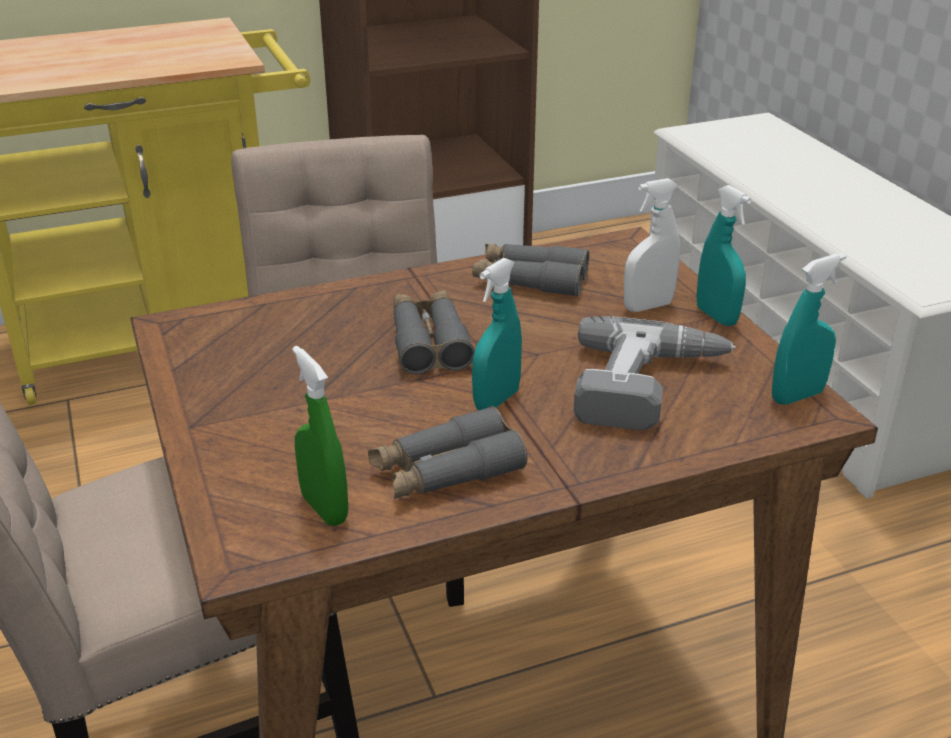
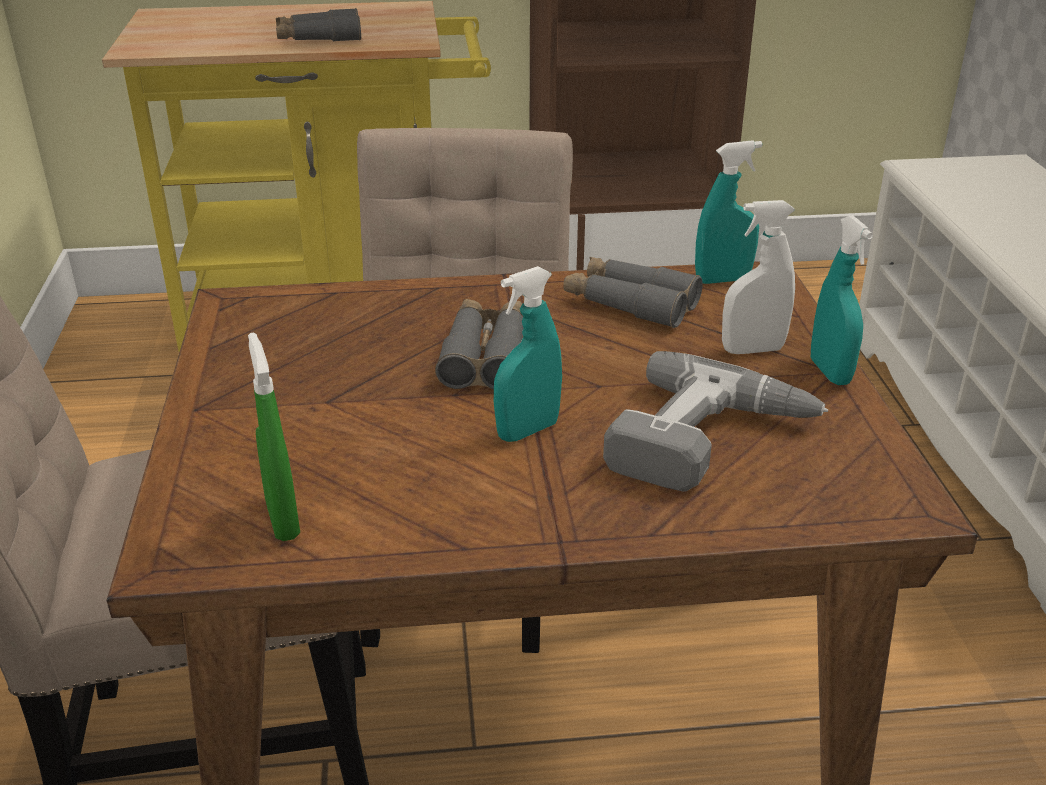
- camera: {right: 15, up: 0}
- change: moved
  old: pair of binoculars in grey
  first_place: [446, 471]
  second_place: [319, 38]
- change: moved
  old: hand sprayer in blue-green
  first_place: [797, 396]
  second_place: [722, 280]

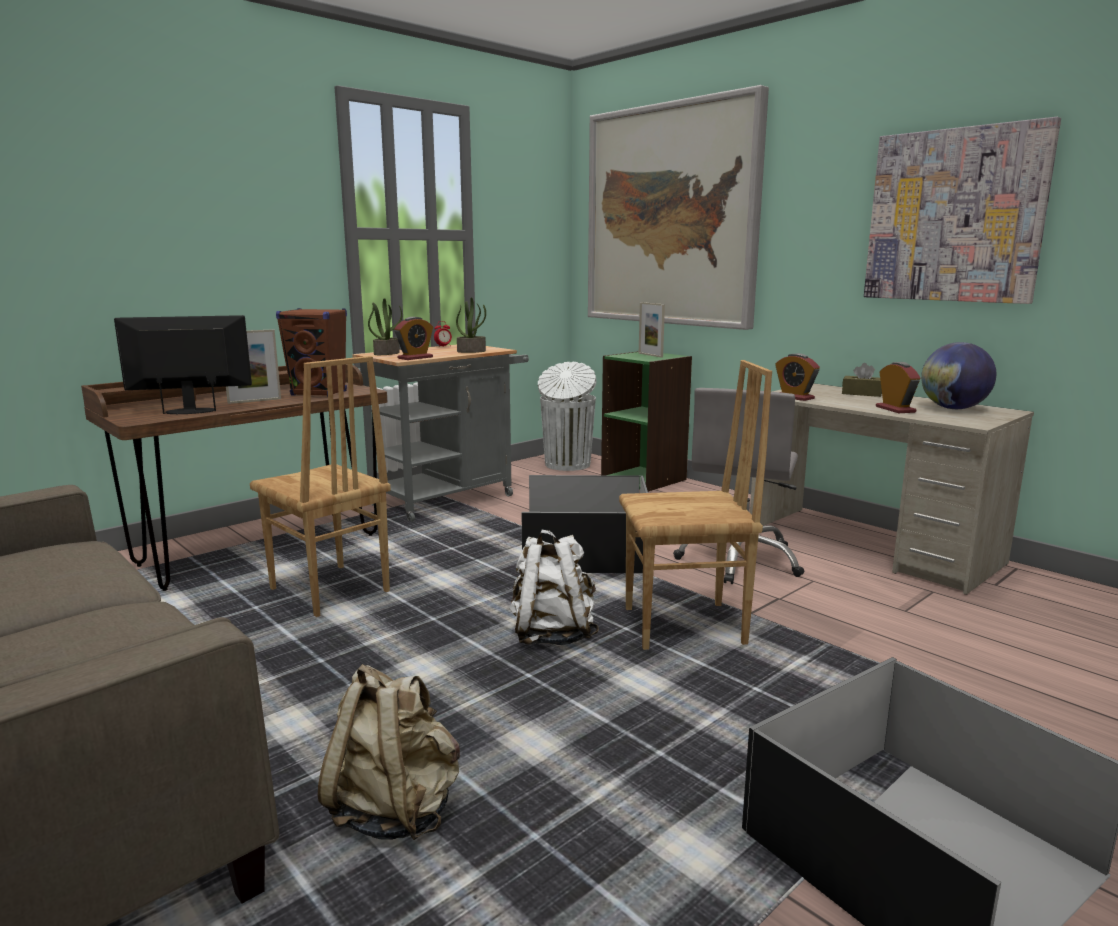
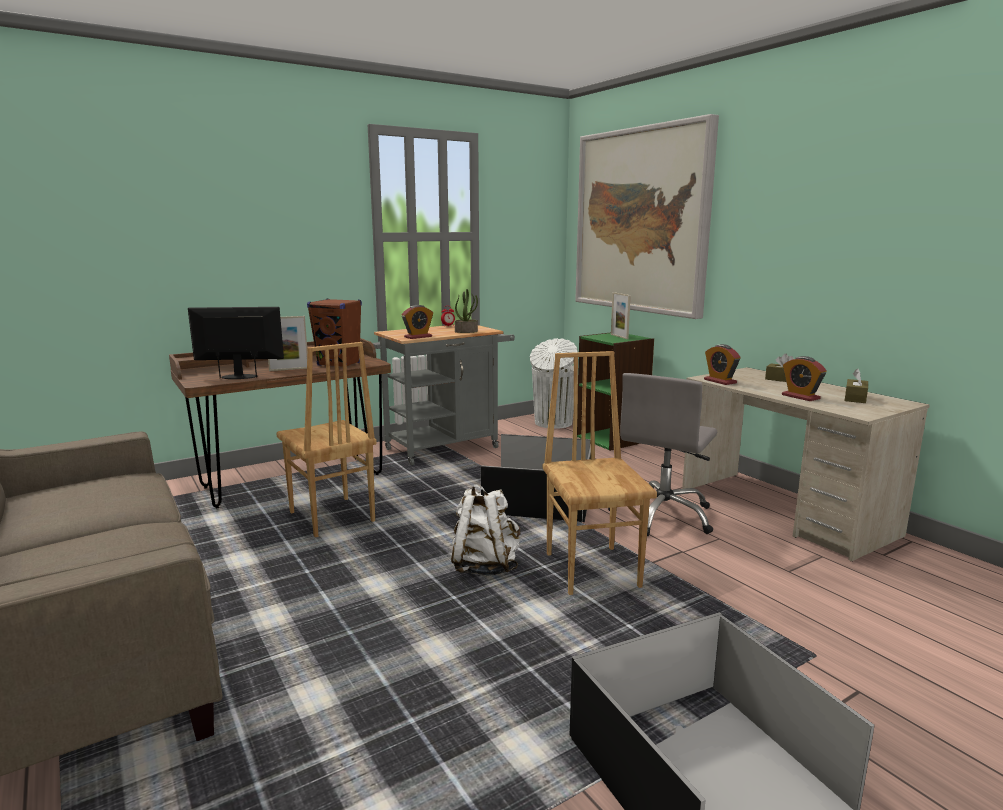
- camera: {right: 10, up: 0}
- change: removed
  old: knapsack in sand-coloured
  first_place: [395, 810]
- change: removed
  old: plant in a pot
  first_place: [386, 353]
- change: turned
  old: upright chair in brownish
  first_place: [685, 627]
  second_place: [593, 570]
  degrees: -105
- change: removed
  old: wall picture
  first_place: [954, 216]
- change: turned
  old: table clock
  first_place: [895, 409]
  second_place: [800, 397]
  degrees: 150
- change: replaced
  old: desk globe
  new: tissue box in brownish
  first_place: [953, 408]
  second_place: [855, 398]

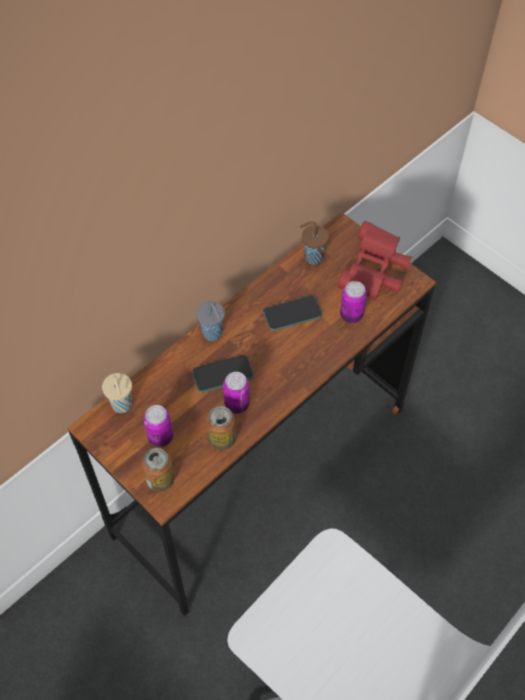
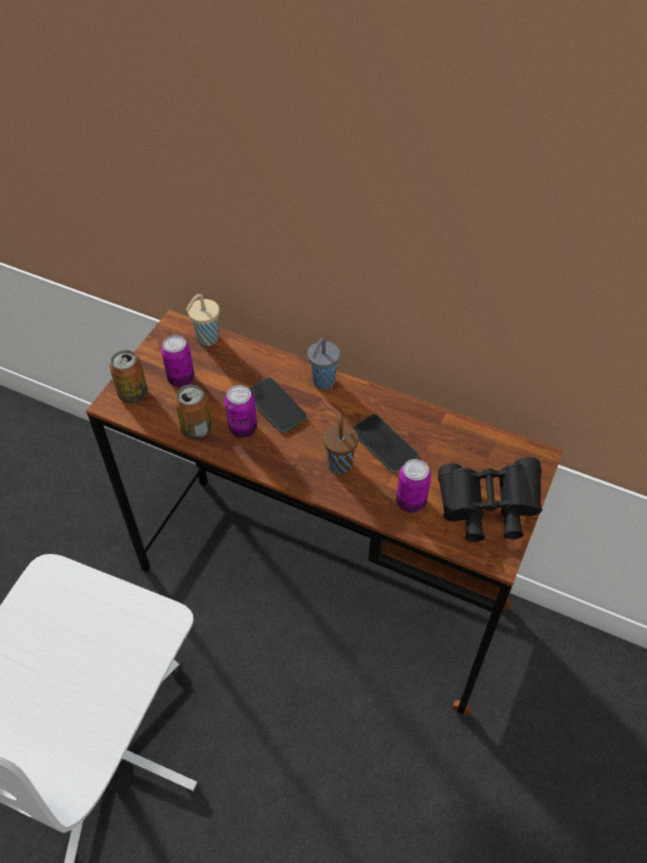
- camera: {right: 70, up: -5}
- change: moved
  old: small cup in brownish
  first_place: [312, 257]
  second_place: [339, 463]
- change: recoloured
  old: pair of binoculars in red-coloured
  new: pair of binoculars in black-coloured
  first_place: [374, 273]
  second_place: [487, 509]

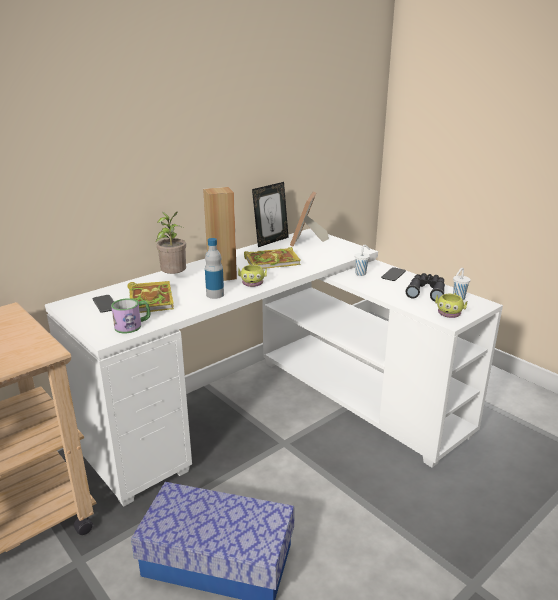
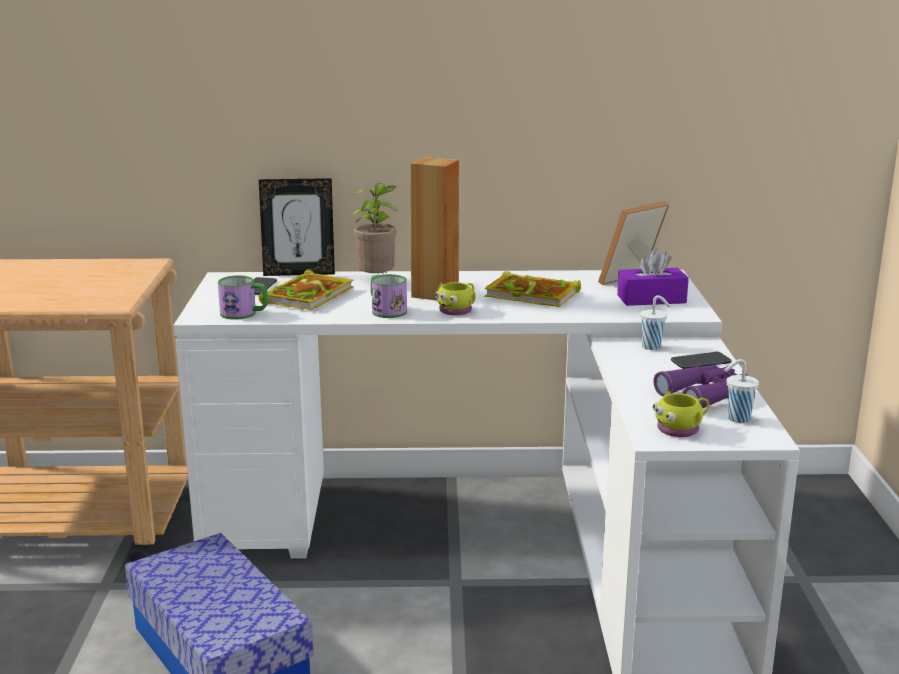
- camera: {right: 40, up: -5}
- change: replaced
  old: beverage bottle
  new: tea mug
  first_place: [215, 294]
  second_place: [386, 310]
- change: moved
  old: picture frame
  first_place: [271, 241]
  second_place: [299, 273]
- change: recoloured
  old: pair of binoculars in black-coloured
  new: pair of binoculars in purple
  first_place: [426, 291]
  second_place: [706, 395]
- change: added
  new: tissue box in purple
  second_place: [651, 299]

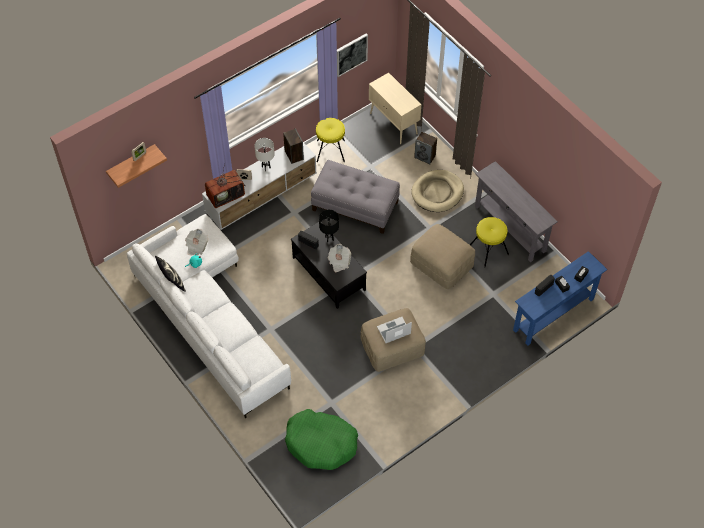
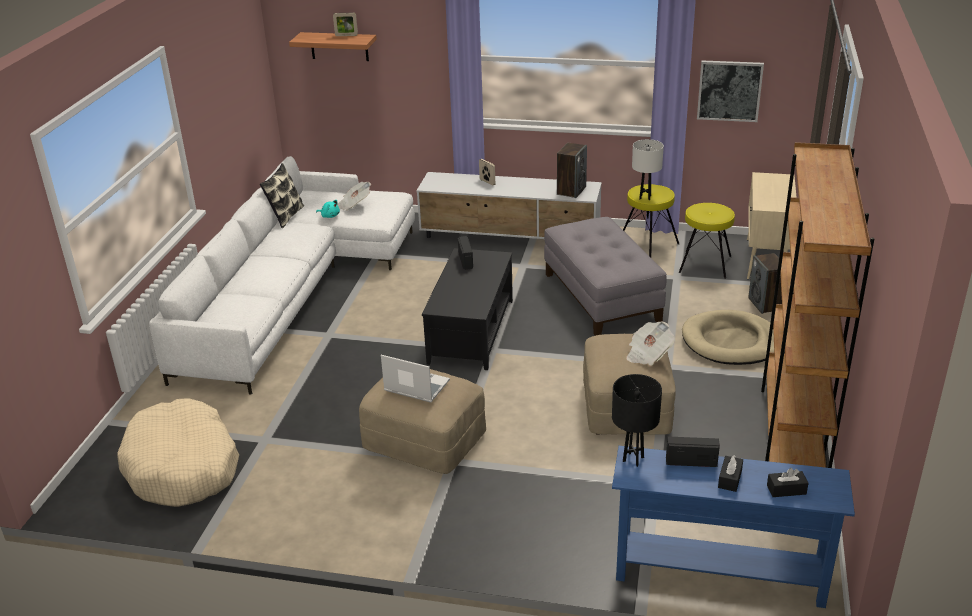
- camera: {right: 50, up: -25}
- change: removed
  old: TV set
  first_place: [226, 195]
- change: moved
  old: lamp for a table in white
  first_place: [266, 167]
  second_place: [645, 197]
- change: recoloured
  old: dog cushion in green-coloured
  new: dog cushion in sand-coloured
  first_place: [321, 443]
  second_place: [183, 467]
- change: moved
  old: lamp for a table in black-coloured
  first_place: [329, 238]
  second_place: [633, 459]
- change: moved
  old: daily paper
  first_place: [339, 262]
  second_place: [648, 354]
- change: moved
  old: stool seat in yellow
  first_place: [488, 250]
  second_place: [705, 264]
- change: replaced
  old: console table in grey
  new: shelving unit in brownish
  first_place: [510, 228]
  second_place: [791, 434]

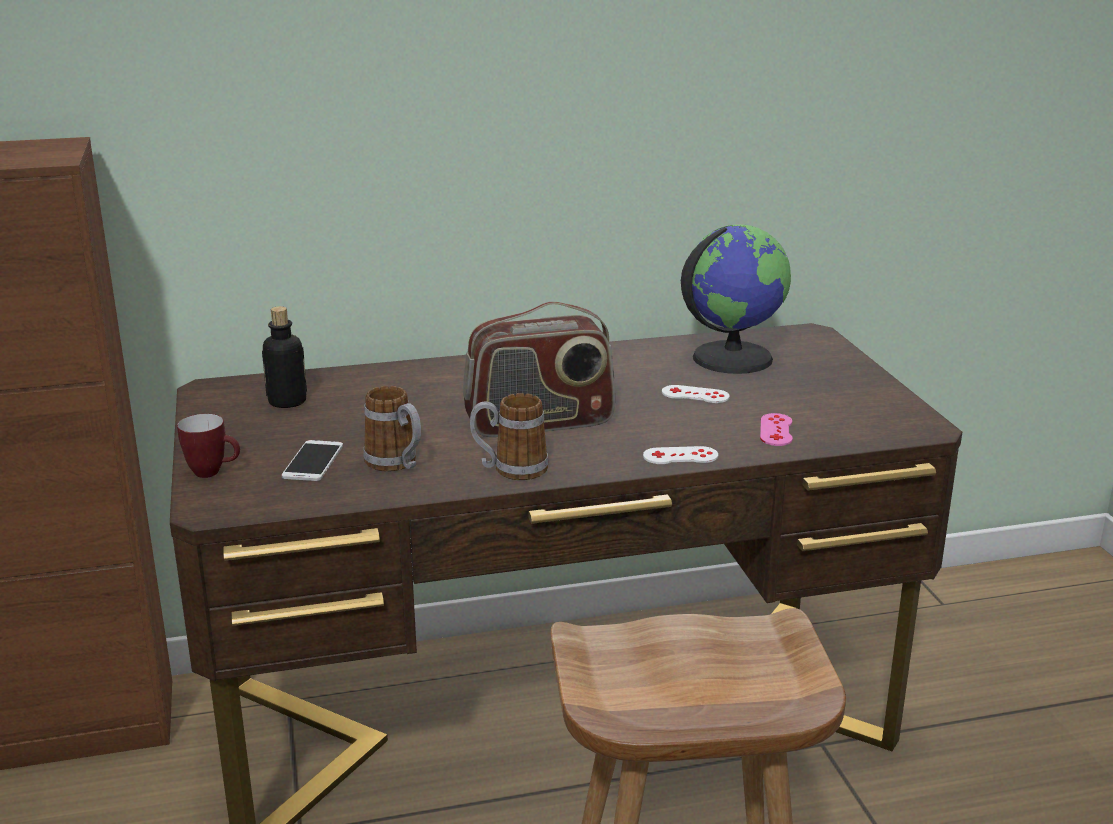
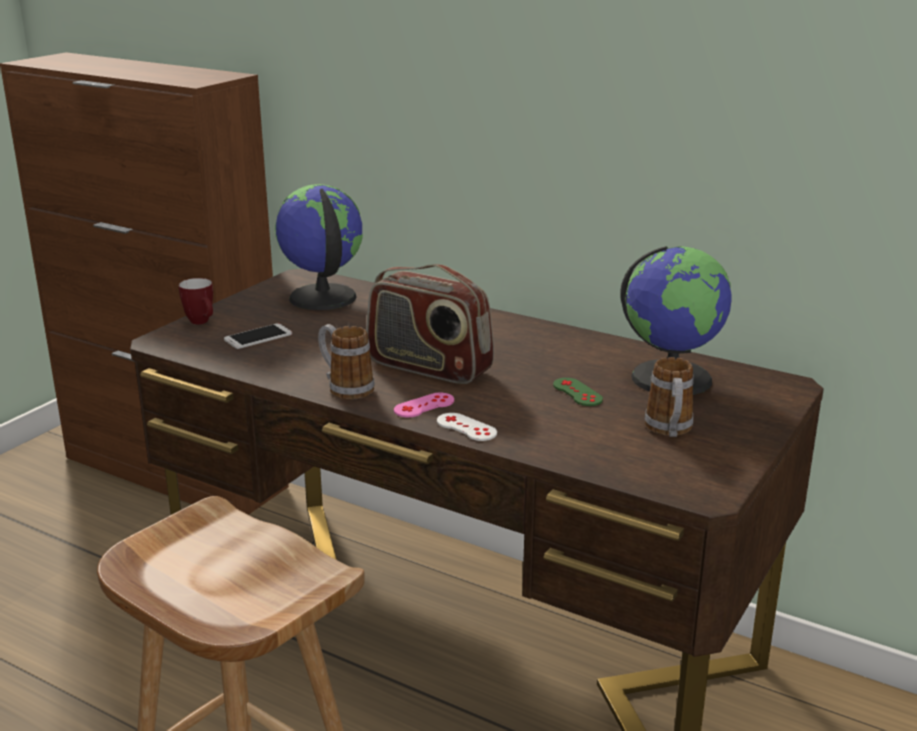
- camera: {right: 45, up: 0}
- change: replaced
  old: beverage bottle
  new: desk globe
  first_place: [287, 401]
  second_place: [321, 298]
- change: moved
  old: tea mug
  first_place: [397, 464]
  second_place: [669, 430]
- change: recoloured
  old: gamepad in white
  new: gamepad in green-coloured
  first_place: [695, 395]
  second_place: [577, 392]
- change: moved
  old: gamepad in pinkish
  first_place: [776, 430]
  second_place: [424, 405]

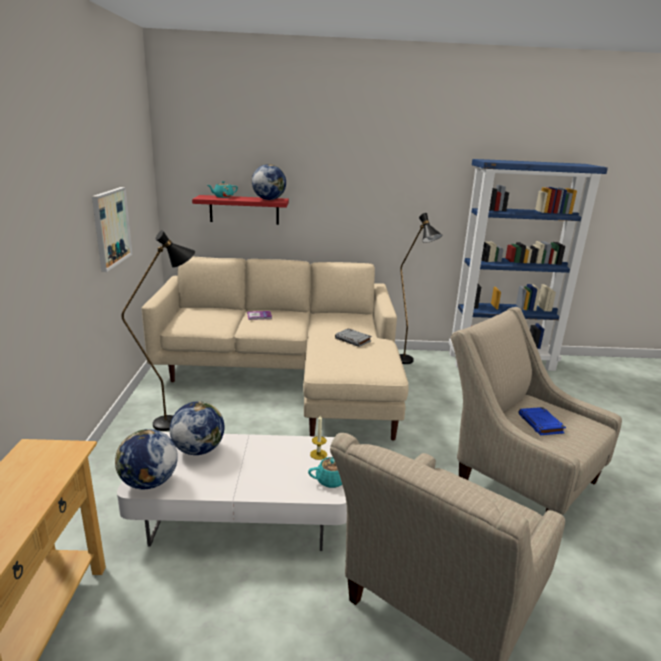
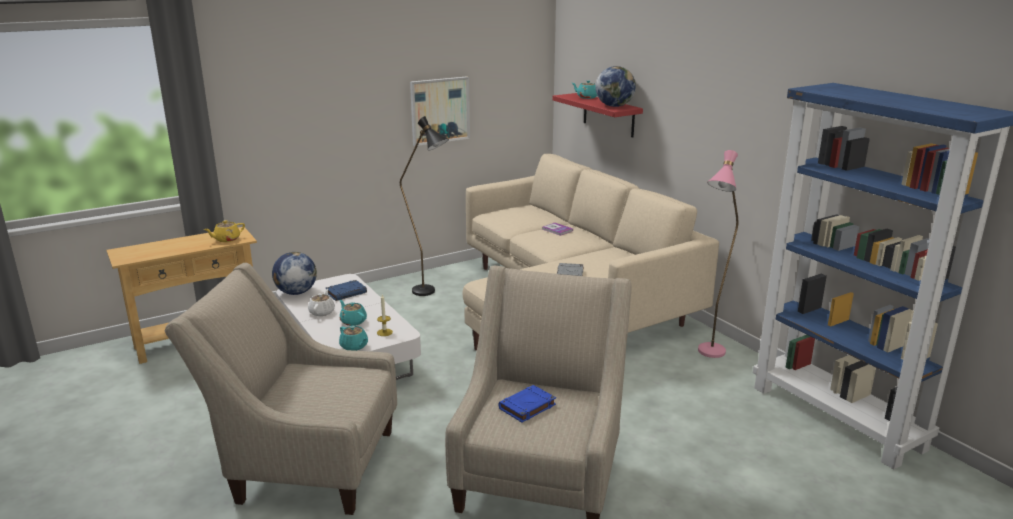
- camera: {right: 60, up: 0}
- change: replaced
  old: desk globe
  new: bound book in blue
  first_place: [198, 450]
  second_place: [346, 293]
- change: recoloured
  old: floor lamp in black-coloured
  new: floor lamp in pinkish
  first_place: [408, 363]
  second_place: [709, 355]
- change: added
  new: pot for tea in yellow
  second_place: [226, 239]
- change: added
  new: pot for tea in white
  second_place: [322, 312]
- change: added
  new: pot for tea in blue-green
  second_place: [353, 321]

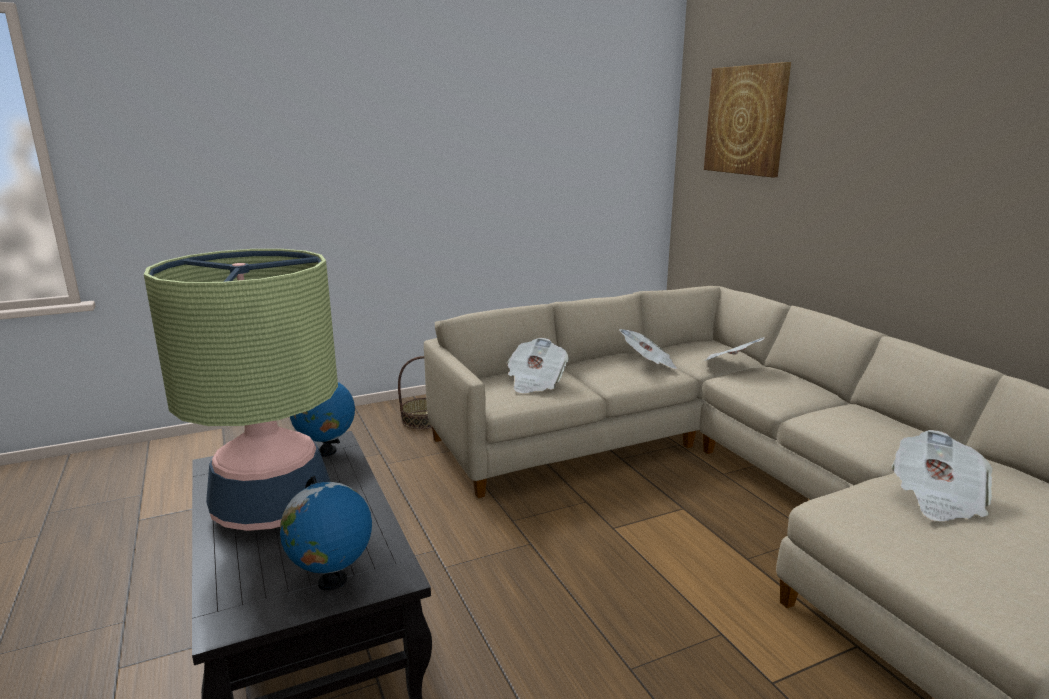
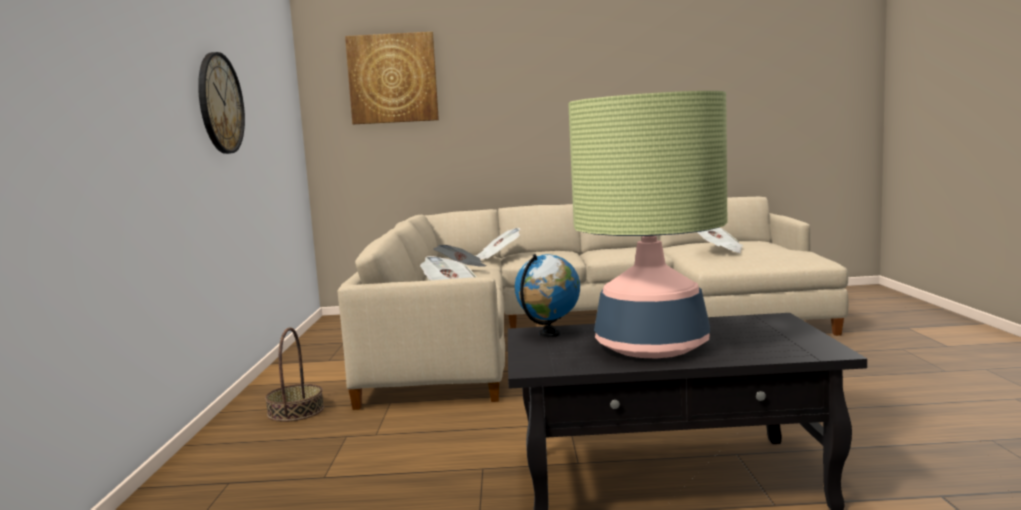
- camera: {right: -65, up: -10}
- change: removed
  old: desk globe
  first_place: [332, 581]
- change: added
  new: wall clock
  second_place: [220, 103]

